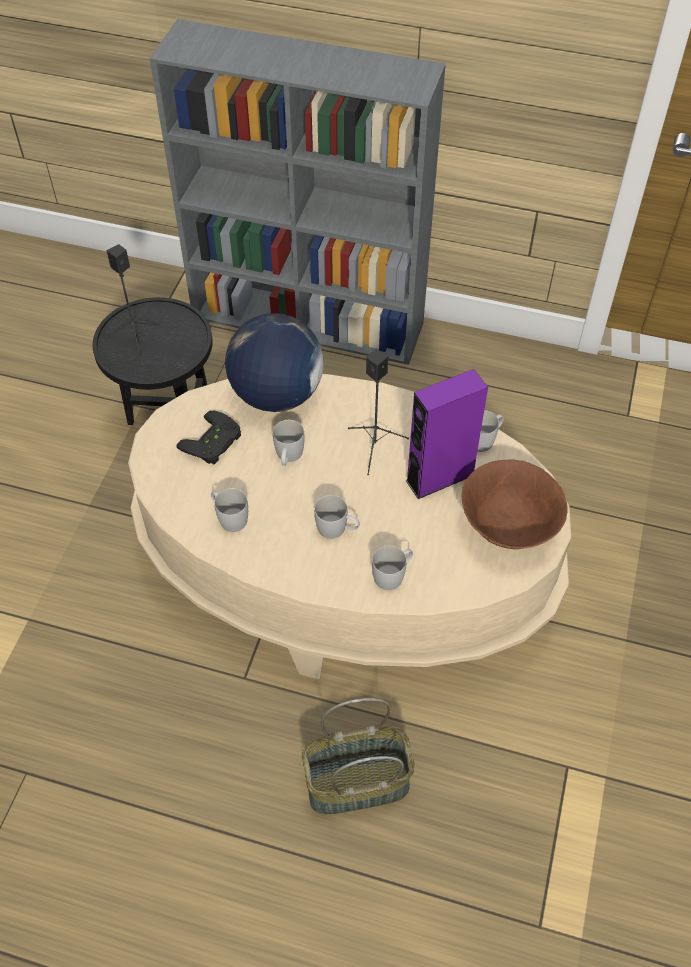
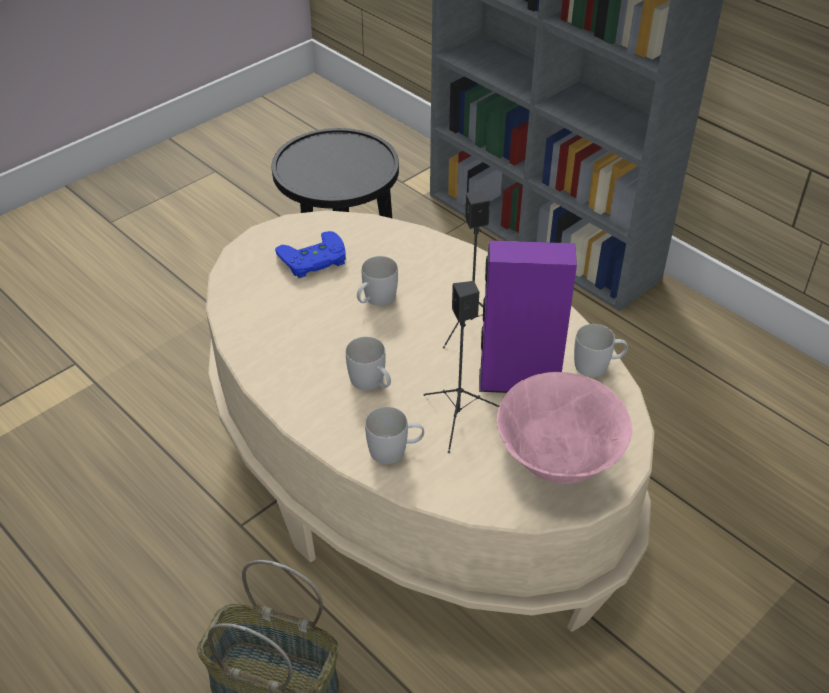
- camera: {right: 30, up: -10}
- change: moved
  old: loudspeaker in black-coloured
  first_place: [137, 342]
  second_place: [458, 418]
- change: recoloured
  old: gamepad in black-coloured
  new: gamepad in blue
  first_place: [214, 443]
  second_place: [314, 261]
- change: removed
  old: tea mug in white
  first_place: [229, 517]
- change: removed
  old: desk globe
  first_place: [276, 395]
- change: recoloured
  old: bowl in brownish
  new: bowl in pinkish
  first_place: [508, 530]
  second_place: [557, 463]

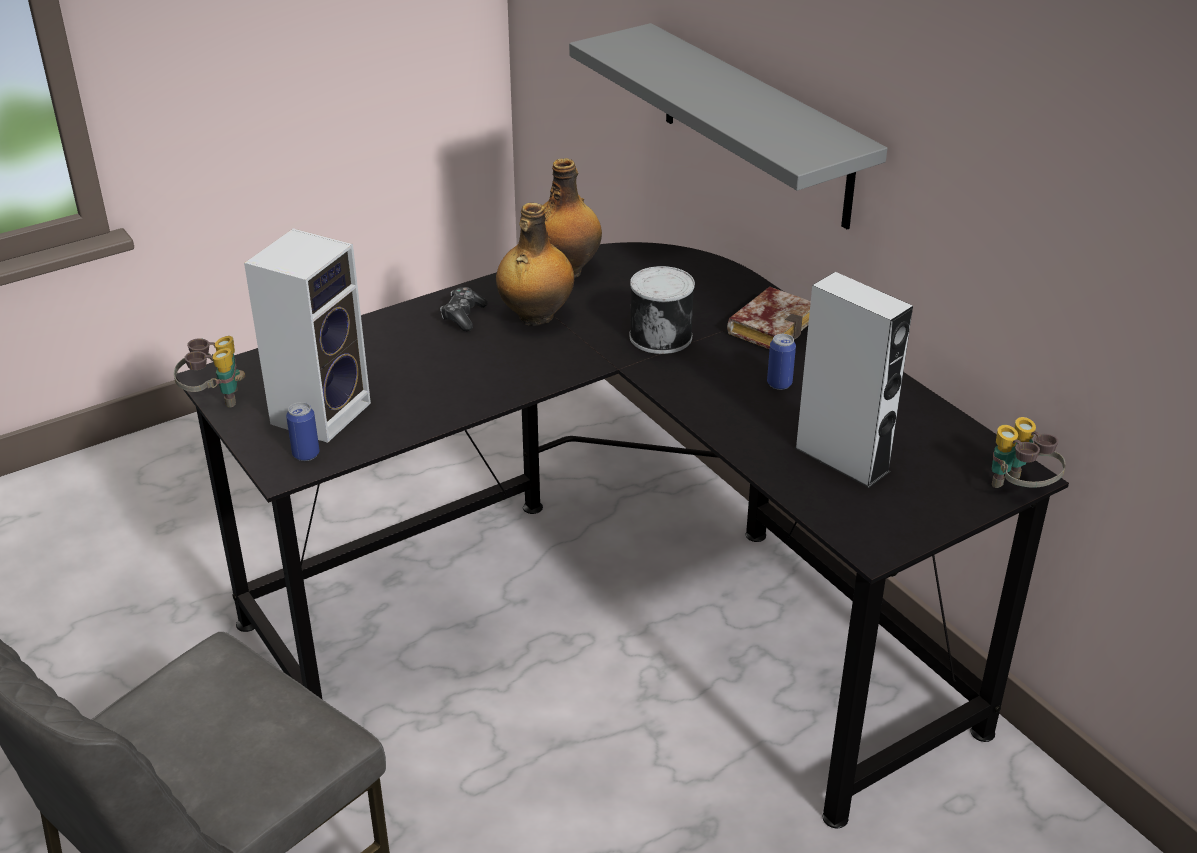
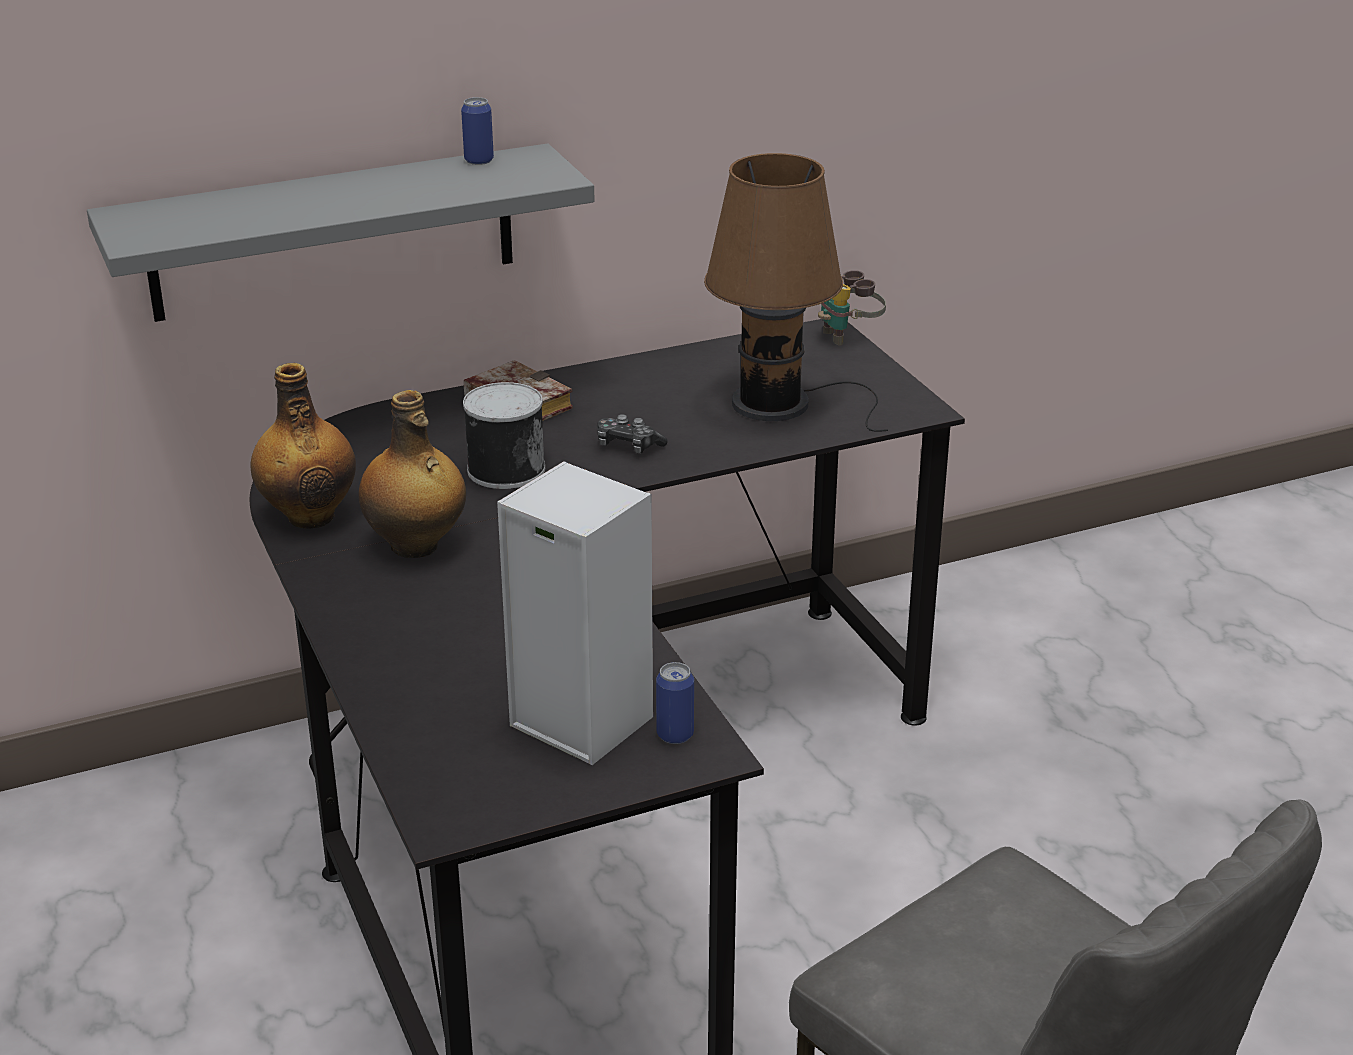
- camera: {right: -80, up: -5}
- change: removed
  old: pair of binoculars
  first_place: [214, 399]
- change: moved
  old: gamepad
  first_place: [463, 316]
  second_place: [628, 446]
- change: moved
  old: metal can
  first_place: [779, 384]
  second_place: [479, 160]
- change: replaced
  old: loudspeaker in grey
  new: lamp for a table in brownish
  first_place: [842, 459]
  second_place: [780, 404]

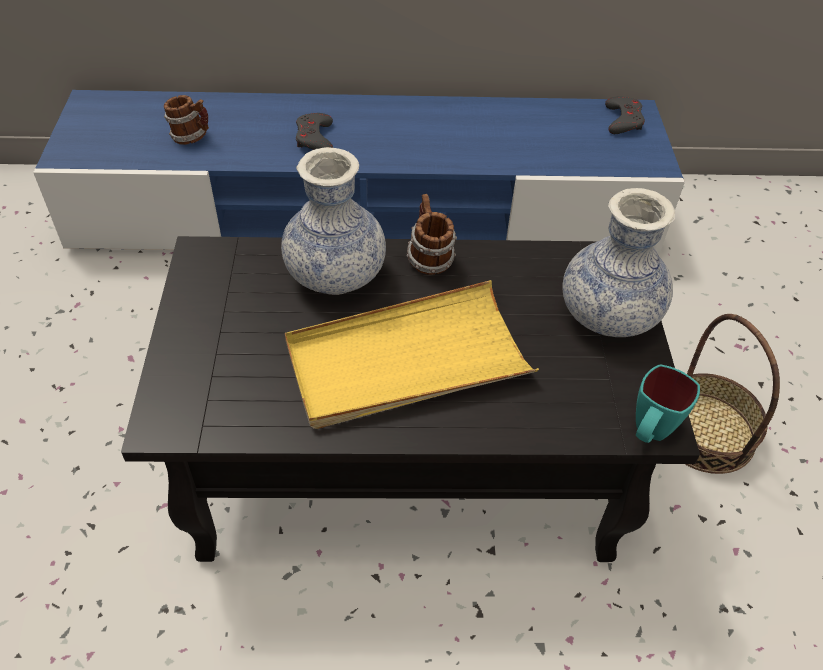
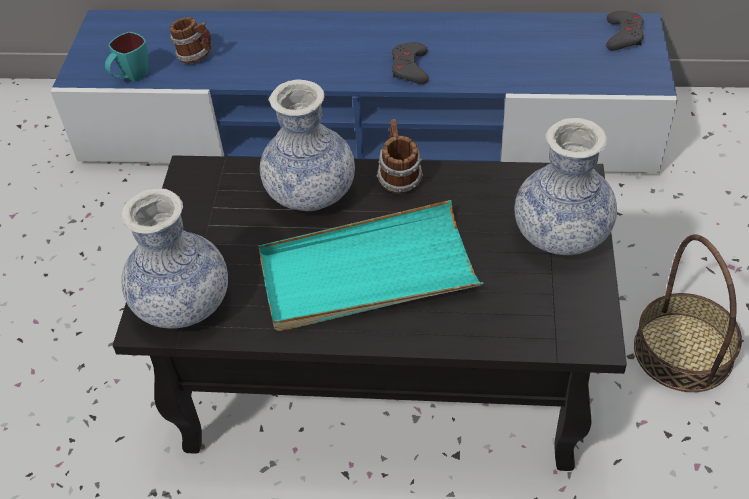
- camera: {right: 10, up: 0}
- change: recoloured
  old: carrying tray in yellow
  new: carrying tray in blue-green
  first_place: [406, 361]
  second_place: [367, 273]
- change: moved
  old: gamepad in grey
  first_place: [315, 138]
  second_place: [410, 68]
- change: moved
  old: tea mug in blue-green
  first_place: [649, 433]
  second_place: [131, 78]
- change: added
  new: decorative vase
  second_place: [183, 304]

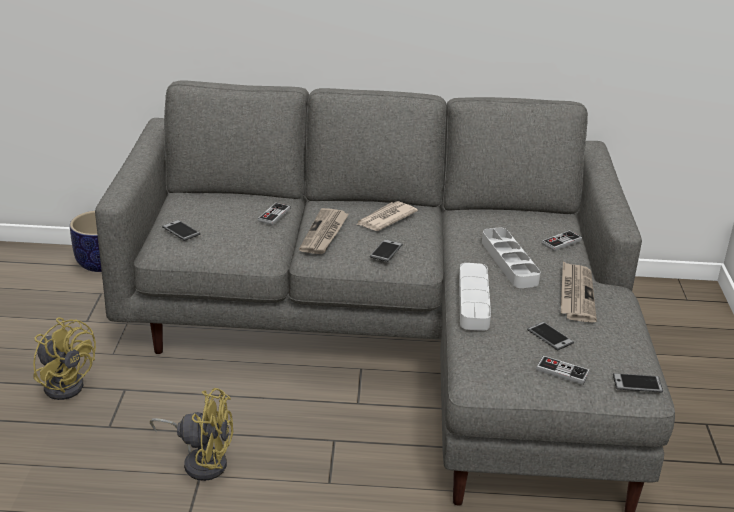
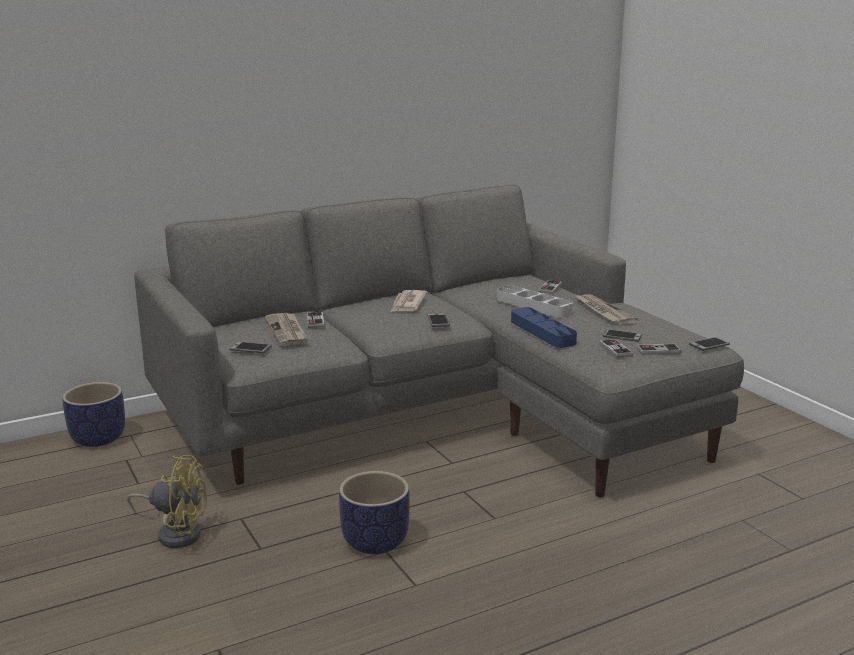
- camera: {right: -30, up: -10}
- change: replaced
  old: fan in yellow
  new: plant pot
  first_place: [201, 460]
  second_place: [374, 541]
- change: moved
  old: daily paper
  first_place: [324, 233]
  second_place: [287, 331]
- change: recoloured
  old: carrying tray in grey
  new: carrying tray in blue
  first_place: [473, 301]
  second_place: [542, 332]
- change: added
  new: gamepad
  second_place: [615, 350]

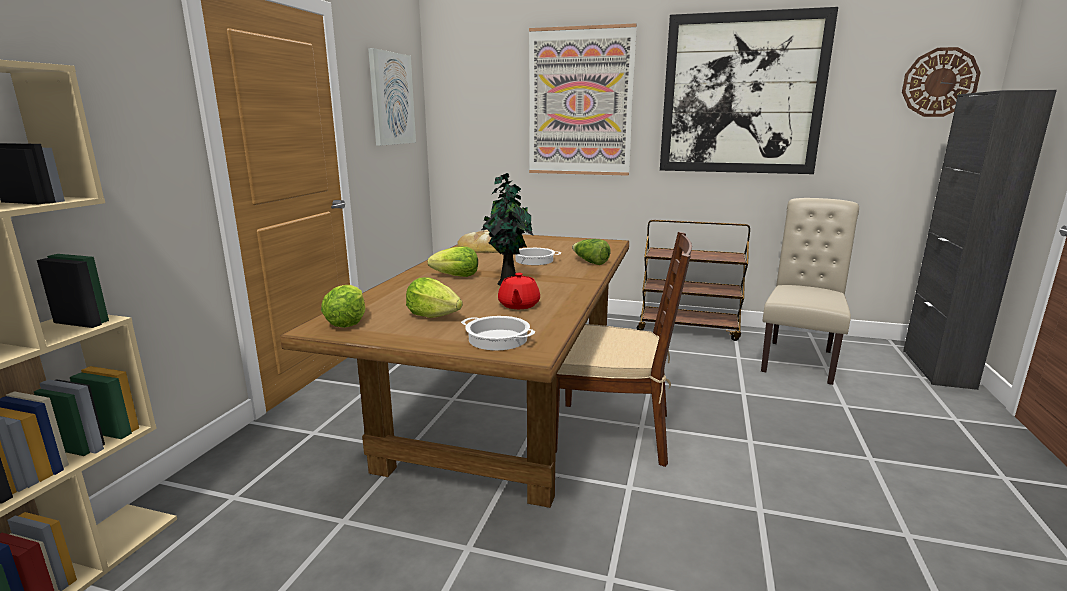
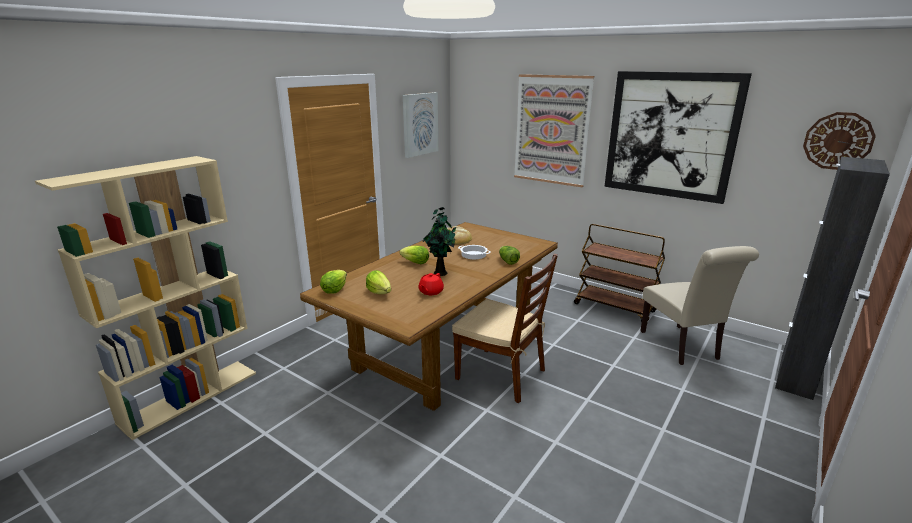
- camera: {right: 20, up: 5}
- change: removed
  old: cooking pot
  first_place: [498, 339]
- change: turned
  old: upright chair in sand-coloured
  first_place: [799, 359]
  second_place: [682, 347]
  degrees: 120

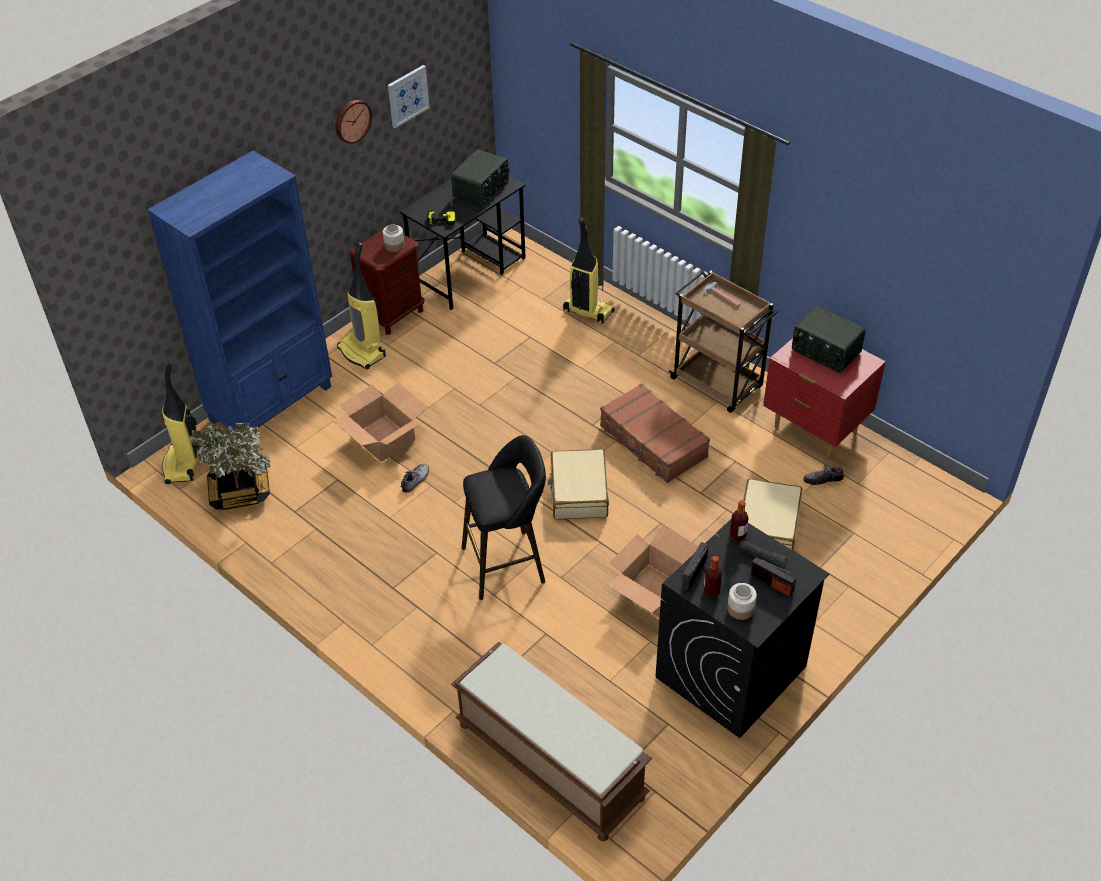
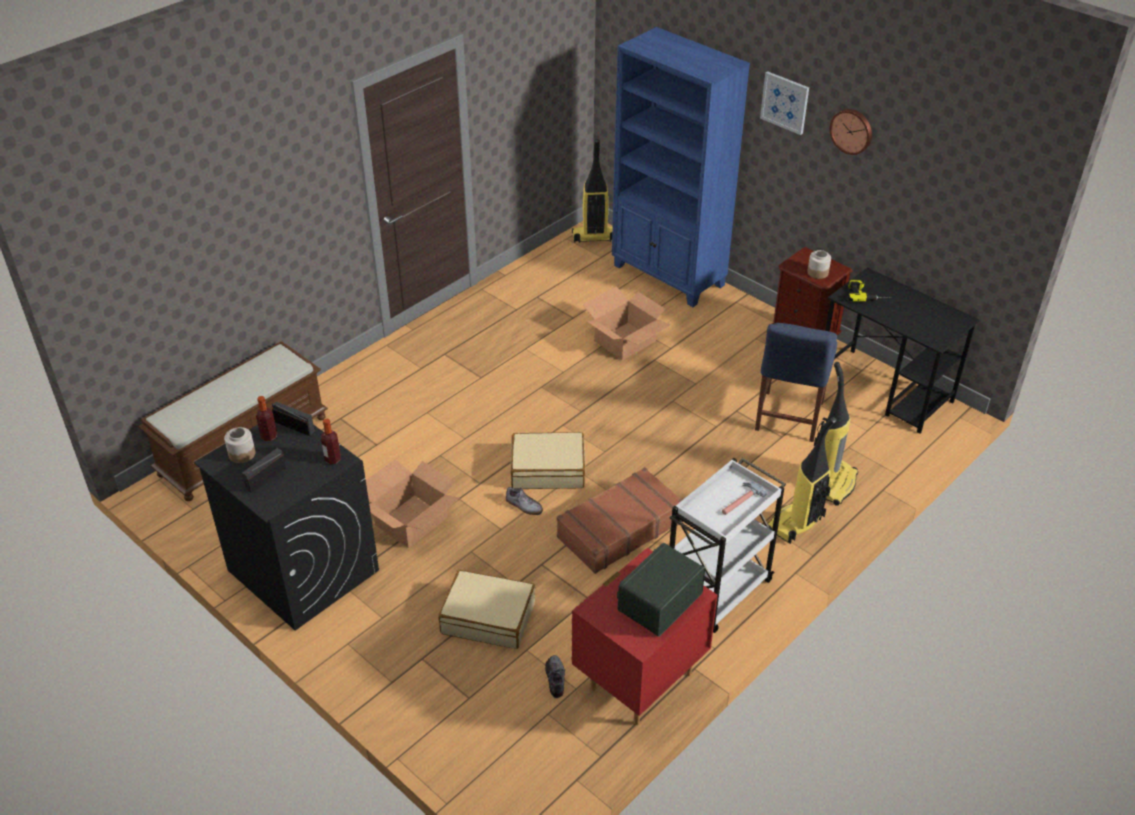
- camera: {right: 90, up: -5}
- change: removed
  old: plant in a pot
  first_place: [240, 491]
- change: moved
  old: hoover
  first_place: [362, 352]
  second_place: [796, 524]
- change: moved
  old: wall picture
  first_place: [407, 96]
  second_place: [785, 102]
- change: moved
  old: shoe
  first_place: [415, 480]
  second_place: [524, 505]
- change: removed
  old: radio
  first_place: [482, 190]
- change: removed
  old: stool seat in black-coloured
  first_place: [508, 563]
- change: recoloured
  old: wheeled cart in brownish
  new: wheeled cart in white
  first_place: [718, 384]
  second_place: [717, 593]
- change: removed
  old: flashlight in black-coloured
  first_place: [761, 558]
- change: added
  new: upright chair in blue
  second_place: [787, 419]

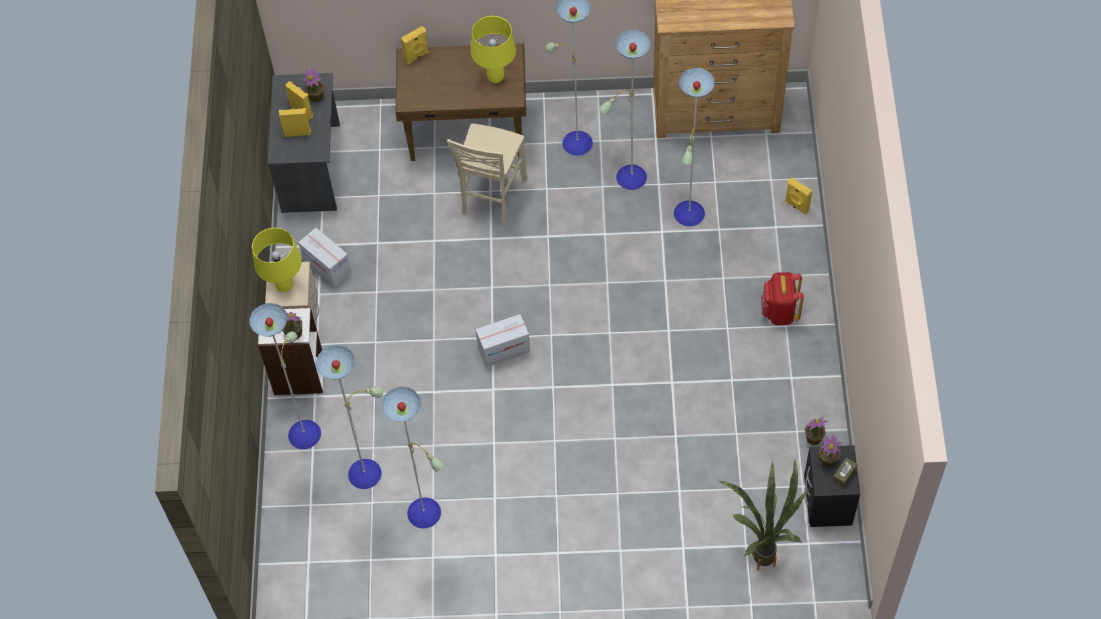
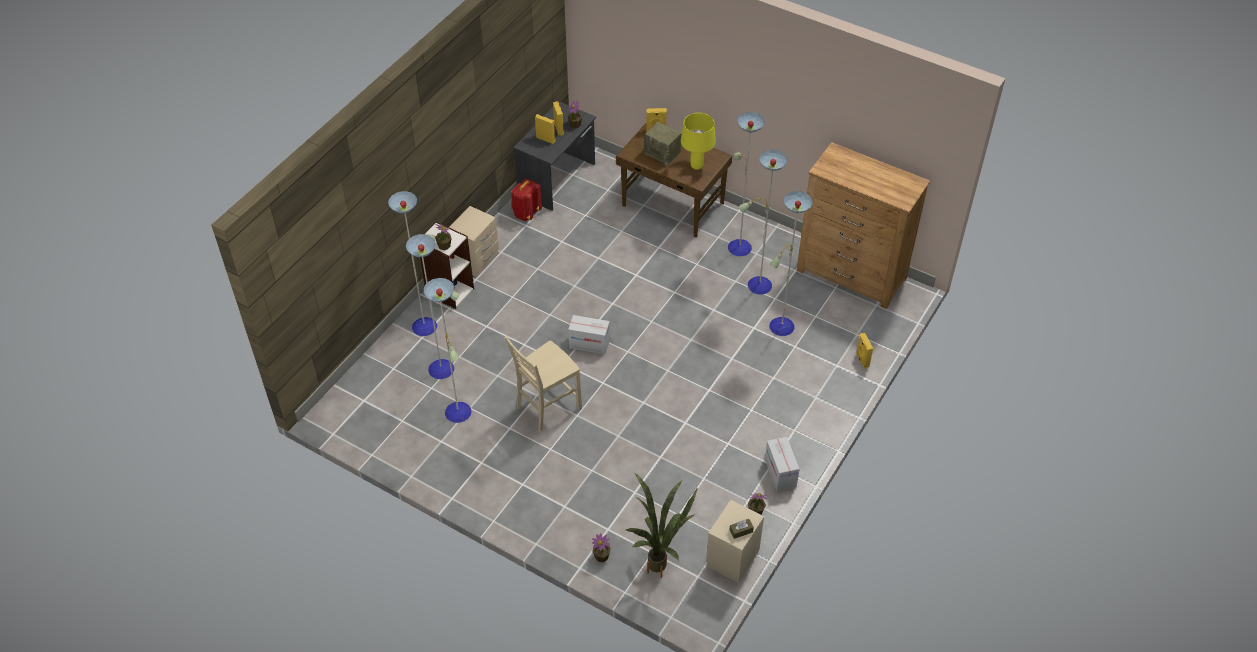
- camera: {right: 30, up: -10}
- change: removed
  old: lamp for a table in yellow
  first_place: [284, 286]
- change: moved
  old: carton
  first_place: [327, 267]
  second_place: [780, 472]
- change: moved
  old: upright chair in sand-coloured
  first_place: [492, 197]
  second_place: [547, 408]
- change: moved
  old: knapsack in red-coloured
  first_place: [779, 312]
  second_place: [526, 213]
- change: recoloured
  old: bedside table in black-coloured
  new: bedside table in sand-coloured
  first_place: [827, 502]
  second_place: [732, 558]
- change: moved
  old: plant in a pot
  first_place: [828, 460]
  second_place: [601, 556]
- change: added
  new: radio
  second_place: [663, 154]

